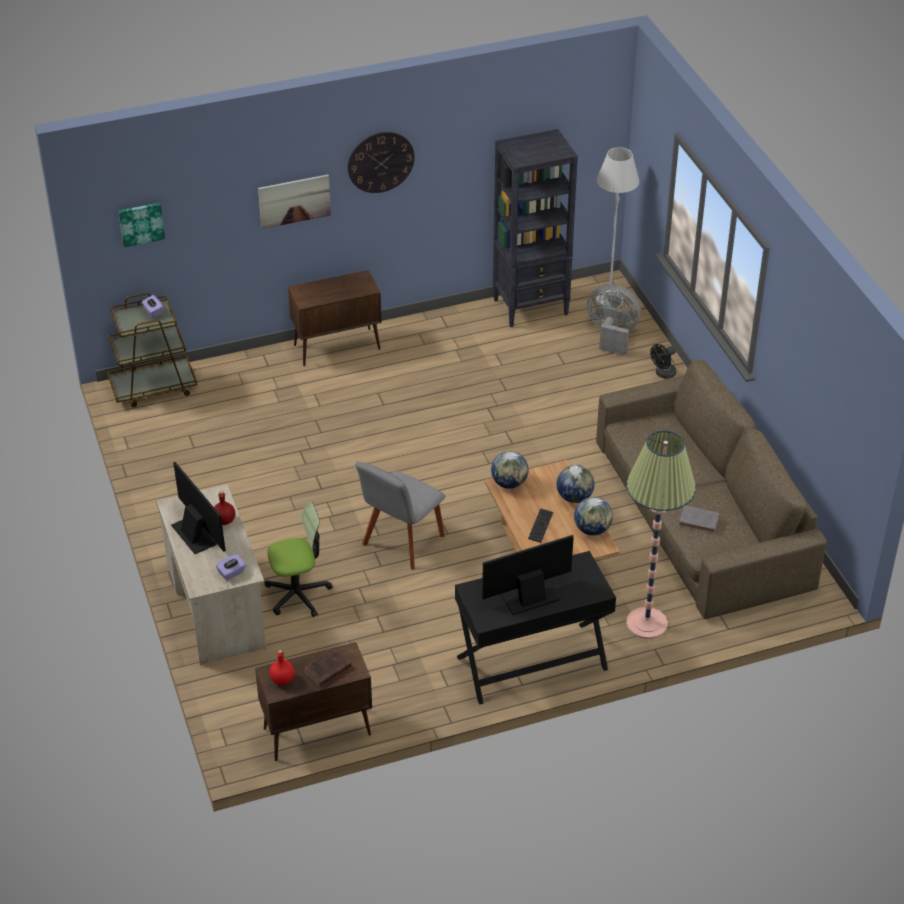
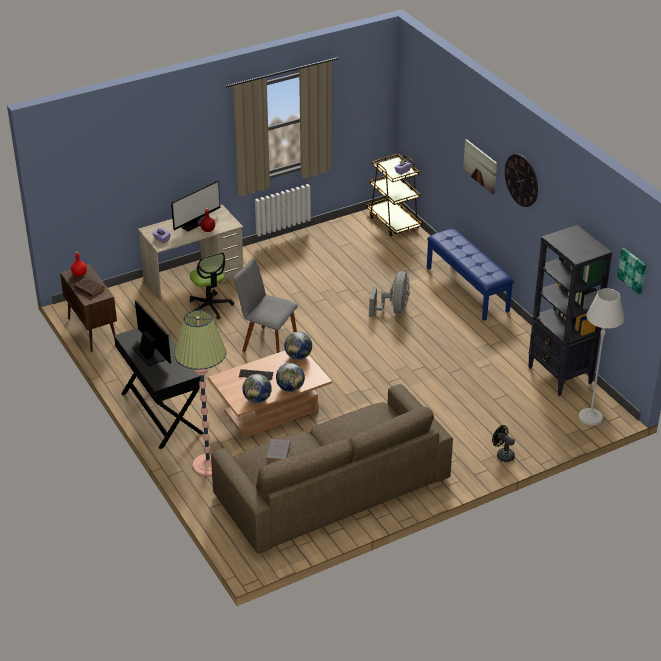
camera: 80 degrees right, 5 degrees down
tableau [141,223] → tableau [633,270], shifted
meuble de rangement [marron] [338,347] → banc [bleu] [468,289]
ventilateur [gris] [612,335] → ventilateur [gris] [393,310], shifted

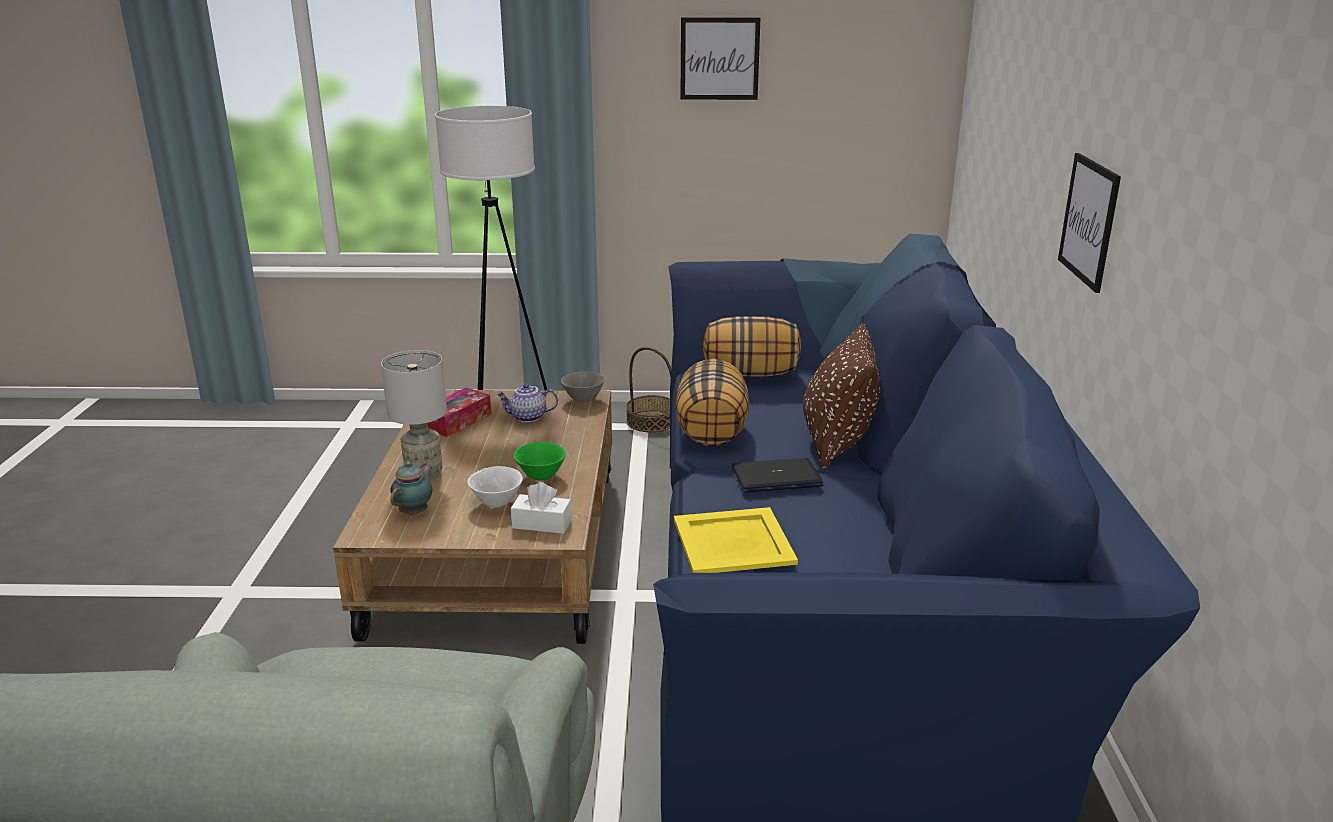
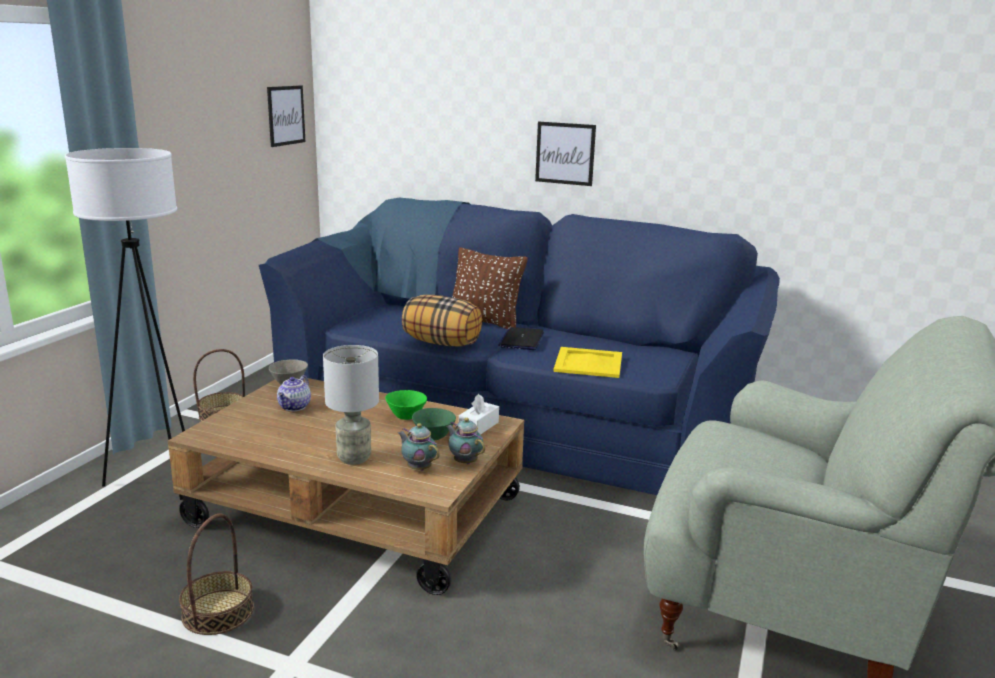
camera: 70 degrees left, 5 degrees down
tableau [719,58] → tableau [286,115], shifted
coussin [750,374] → -
boîte à mouchoirs [457,421] → -
bol [blanc] [497,503] → bol [vert] [434,437]
- → théière [464,461]
- → panier [218,612]

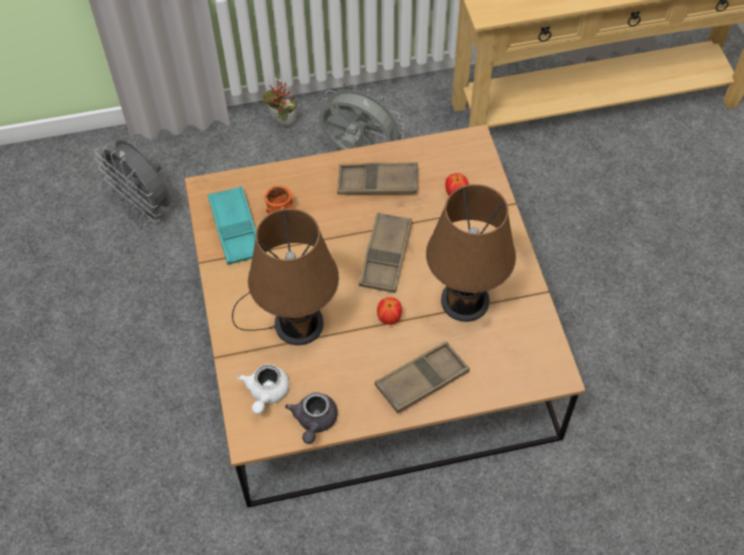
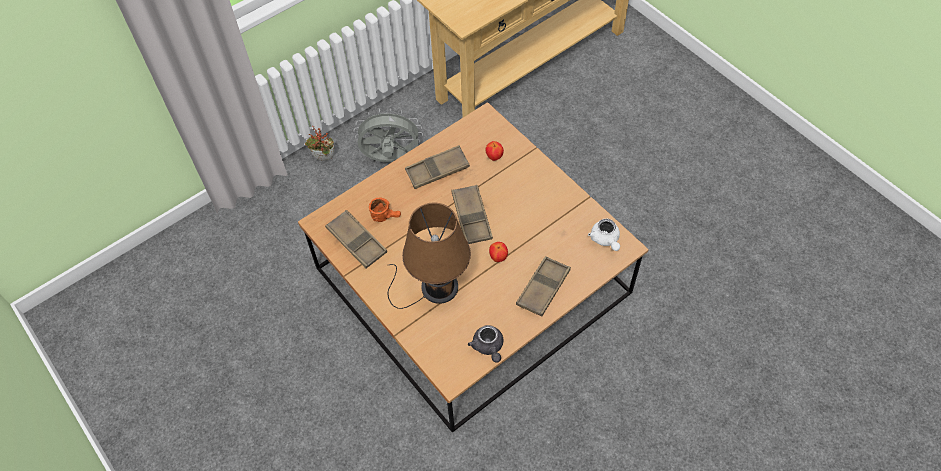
camera: 25 degrees left, 0 degrees up
ventilateur [gris] [145,206] → -
lampe de table [marron] [466,295] → -
plateau [turquoise] [235,229] → plateau [marron] [356,242]
théière [blanc] [266,393] → théière [blanc] [605,240], shifted

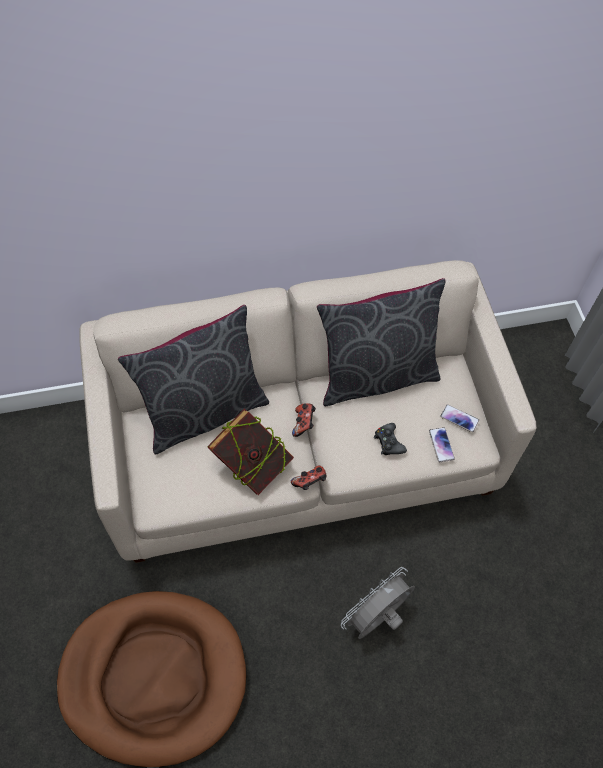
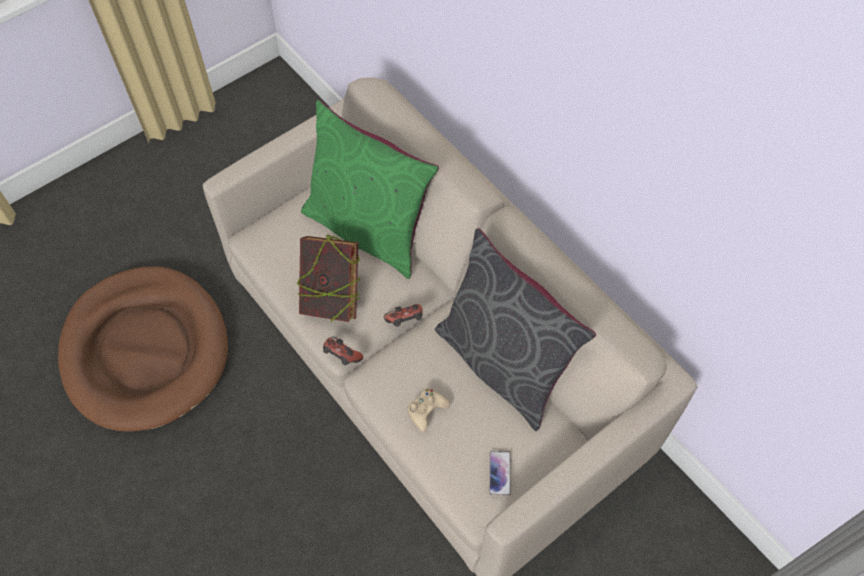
camera: 65 degrees right, 0 degrees up
coussin [gris] [204,411] → coussin [vert] [368,229]
manette [noir] [388,442] → manette [beige] [426,410]
téléphone [441,445] → -
ventilateur [gris] [377,617] → -

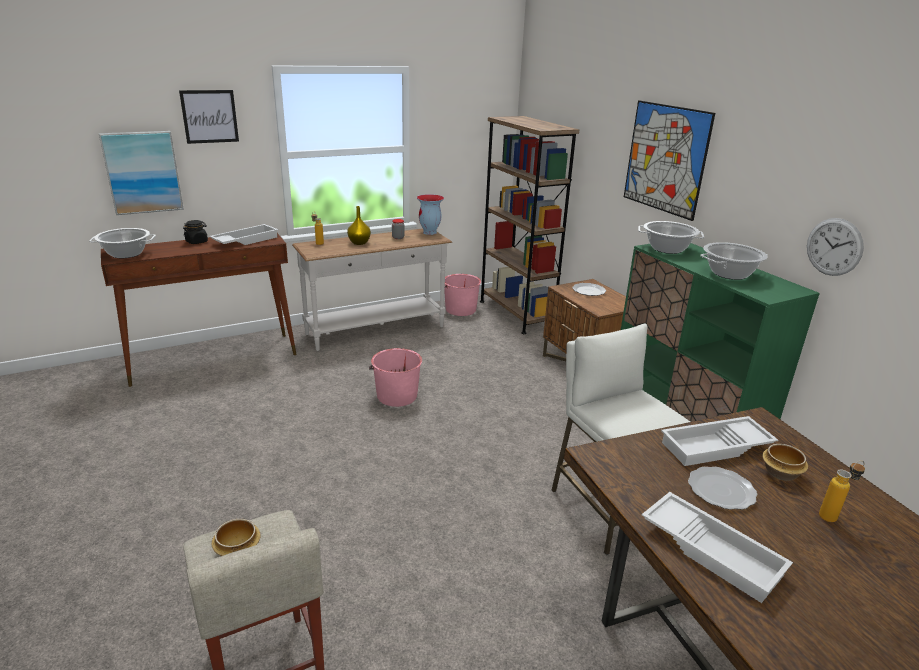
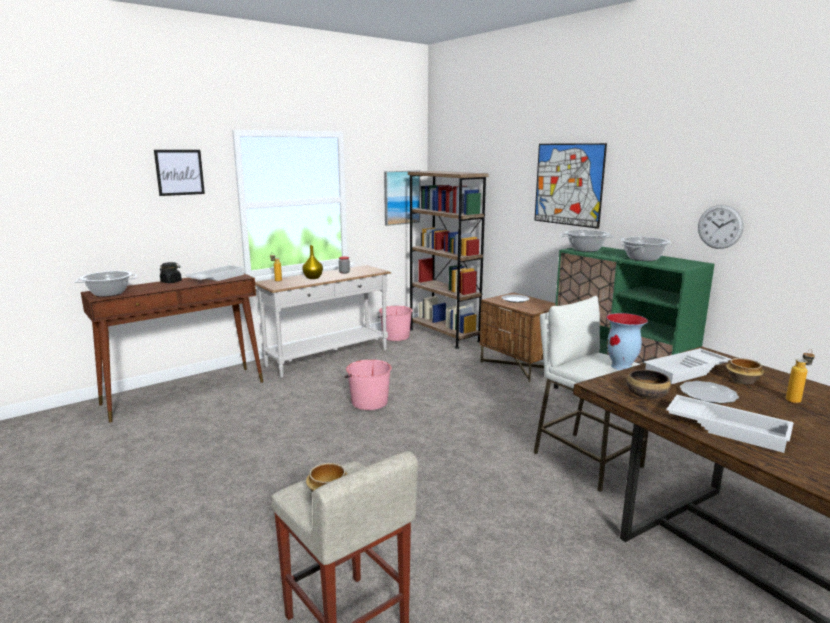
camera: 10 degrees left, 10 degrees down
tableau [142,172] → tableau [401,197], shifted
vase [430,232] → vase [622,367], shifted
- → bol [647,395]

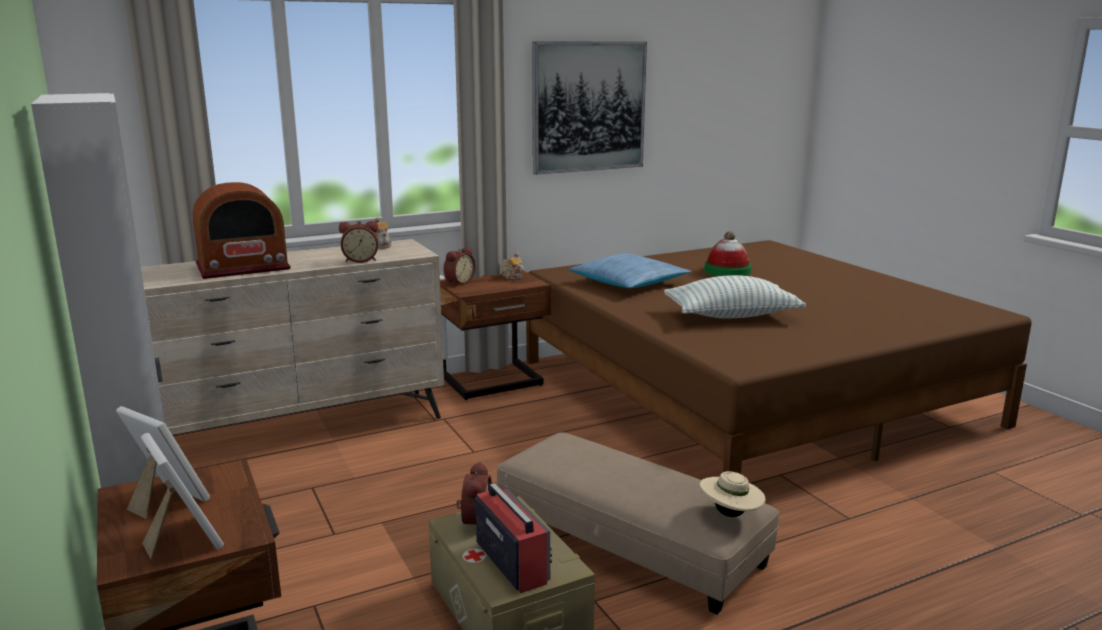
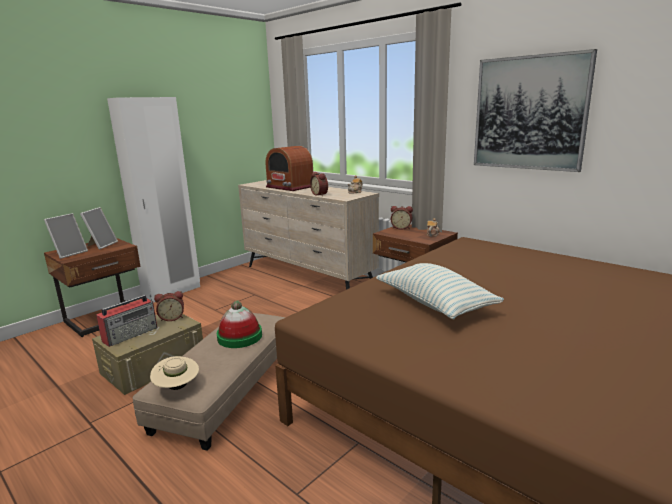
camera: 70 degrees right, 0 degrees up
chapeau [727,271] → chapeau [239,337], shifted
coussin [629,283] → -

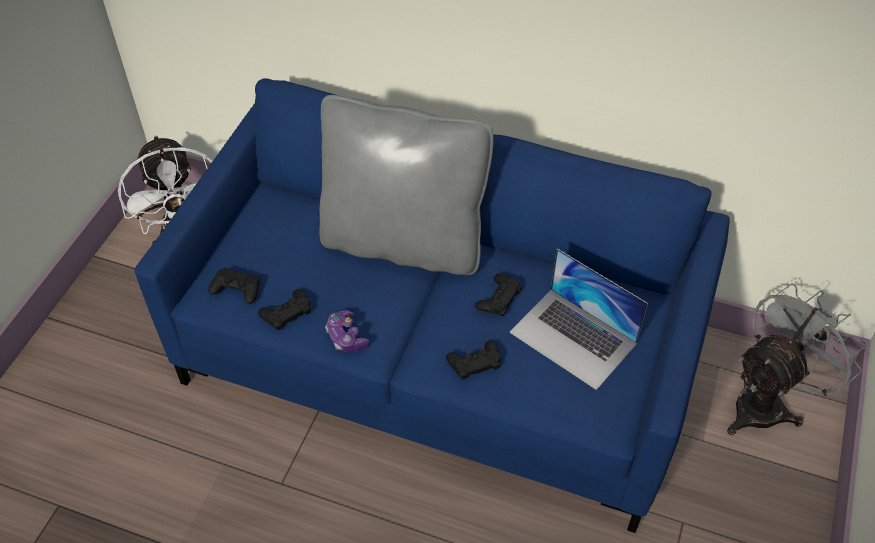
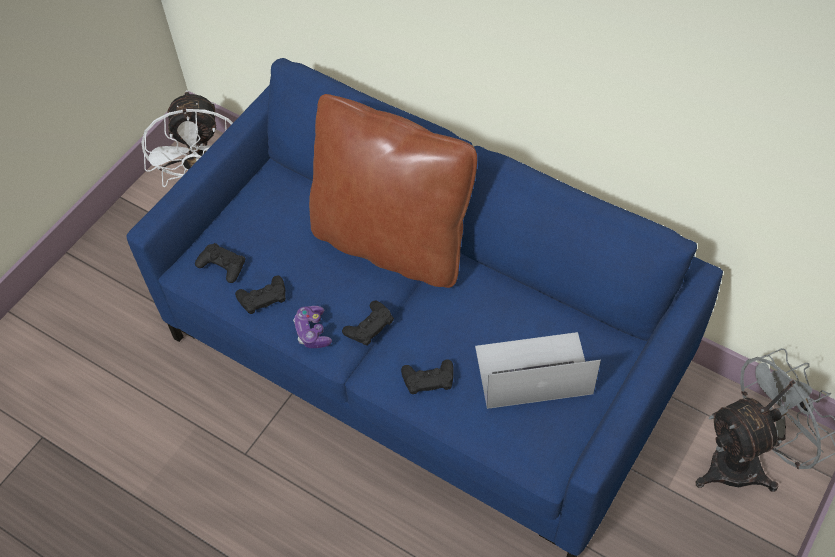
camera: 15 degrees right, 5 degrees up
coussin [gris] [403,241] → coussin [marron] [392,242]
ordinateur portable [573,338] → ordinateur portable [532,370], 120 degrees clockwise
manette [noir] [498,298] → manette [noir] [369,326], shifted

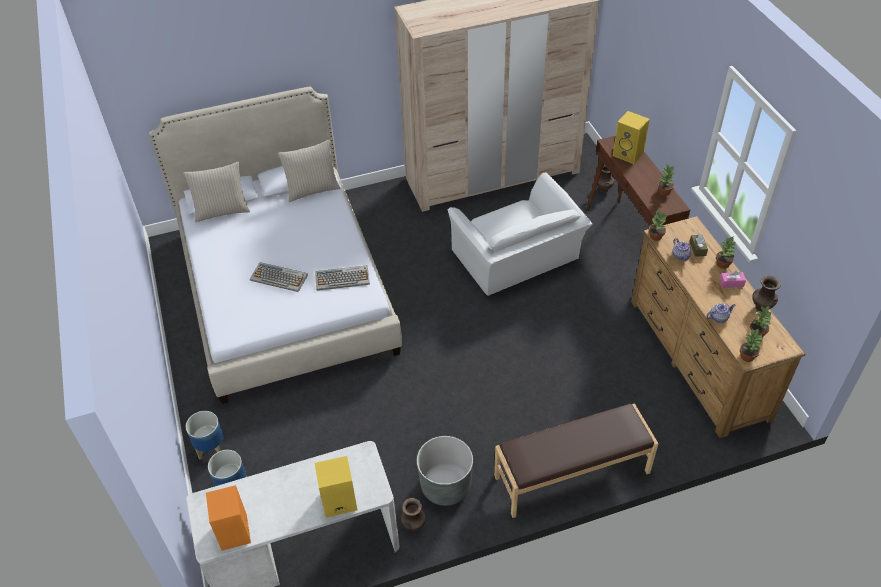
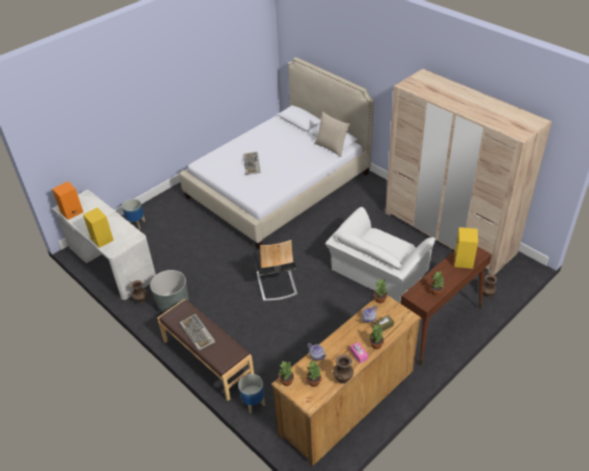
camera: 65 degrees right, 5 degrees down
coussin [beige] [222,211] → -
clavier [343,278] → clavier [197,332], shifted
cache-pot [210,448] → cache-pot [253,403], shifted
- → chaise [276,284]

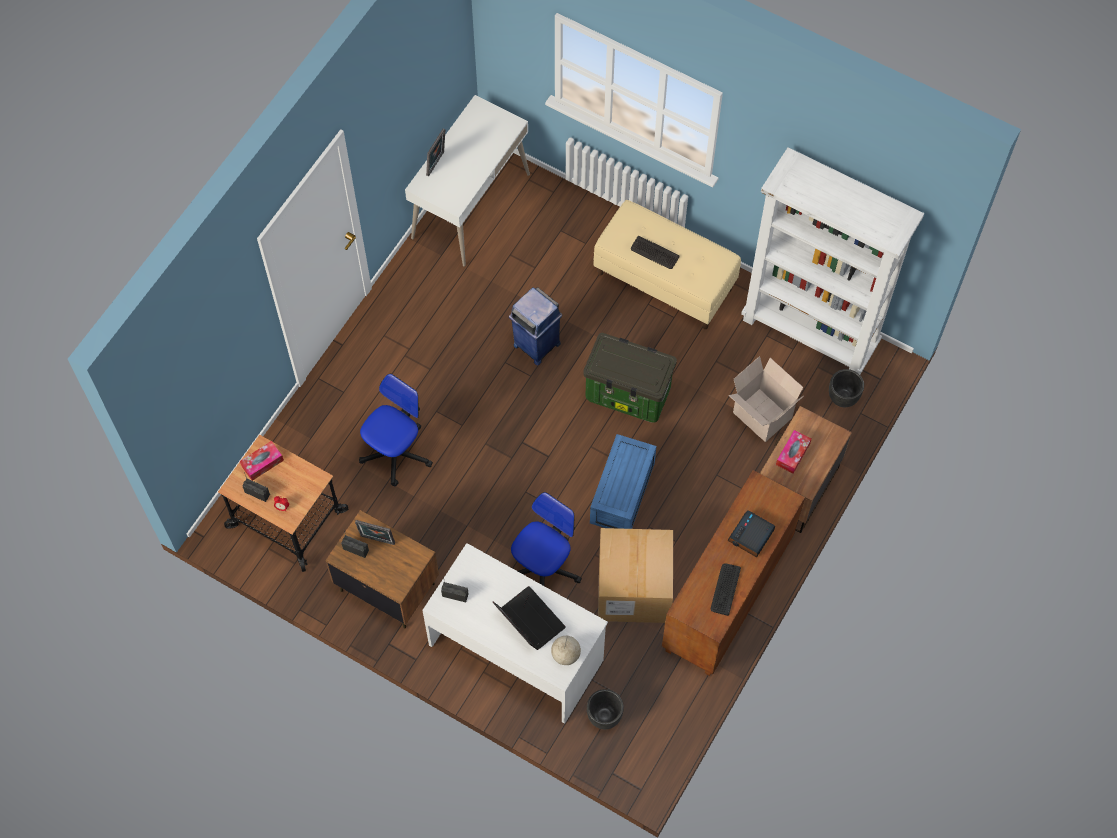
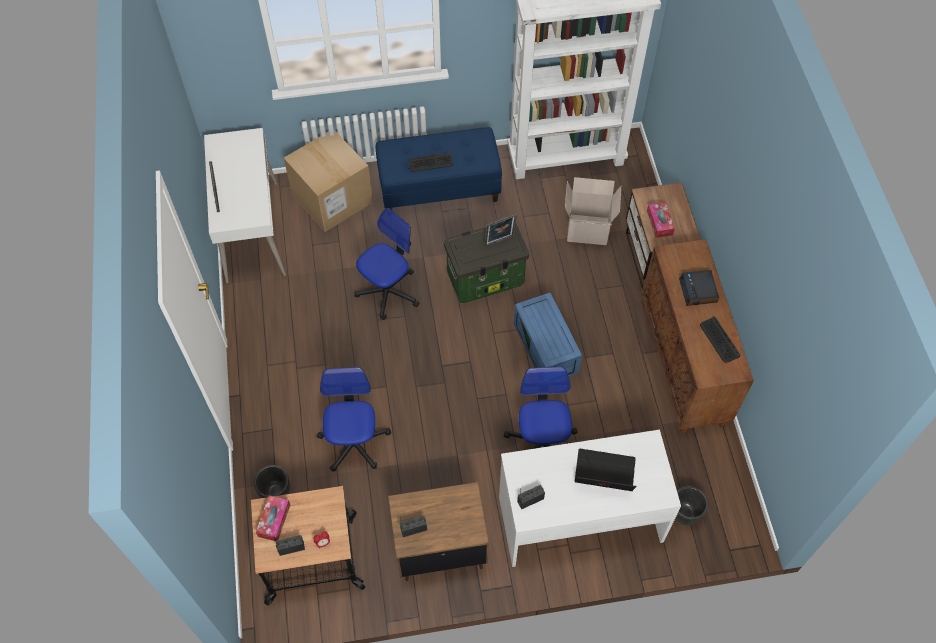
camera: 40 degrees left, 5 degrees down
banc [beige] [665,281] → banc [bleu] [439,189]
poubelle [bleu] [536,344] → chaise de bureau [388,291]
cache-pot [noir] [842,397] → cache-pot [noir] [275,492], shifted
cadre photo [377,541] → cadre photo [499,242], shifted
carton [633,588] → carton [332,198], shifted
globe [566,654] → -

